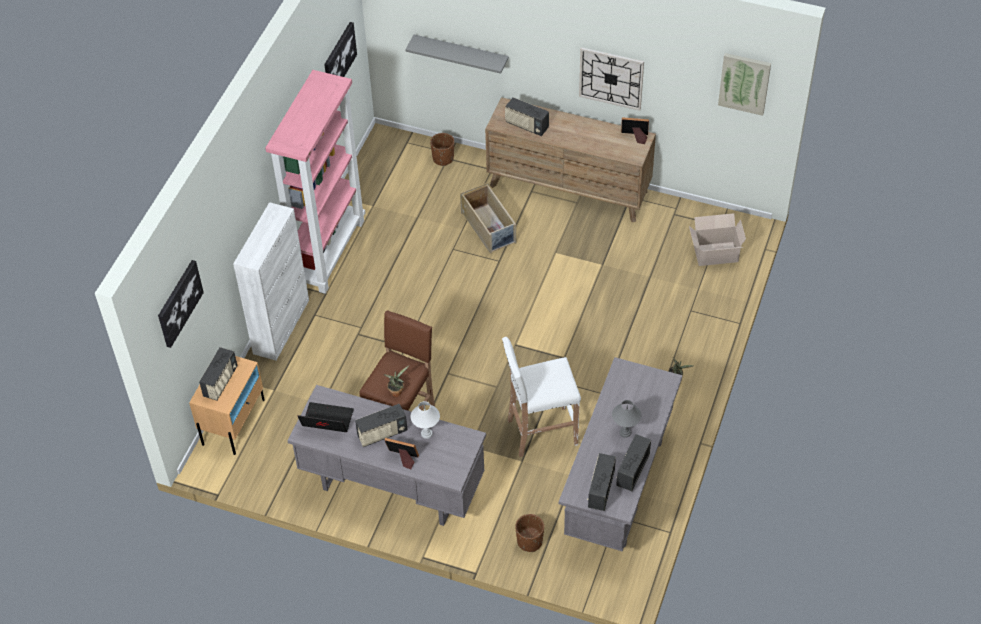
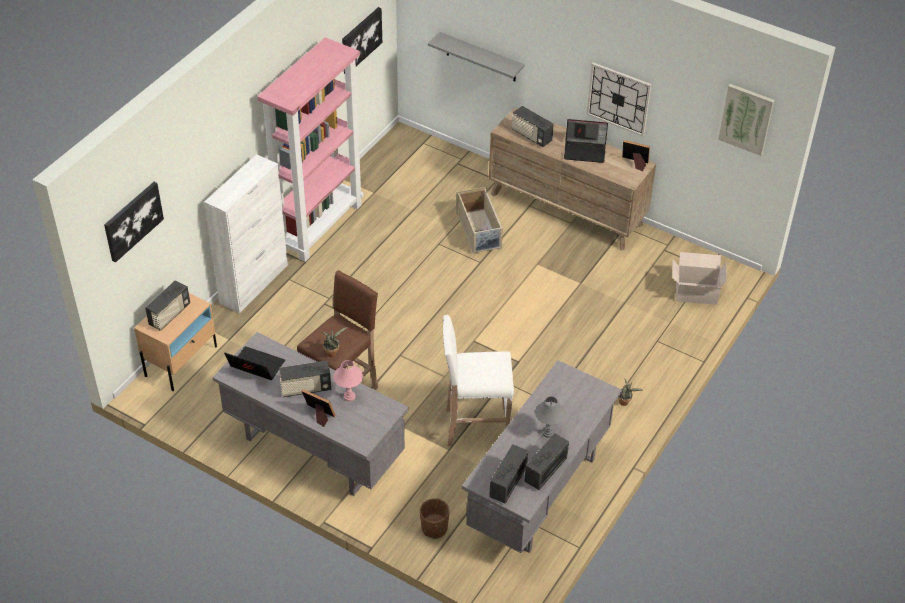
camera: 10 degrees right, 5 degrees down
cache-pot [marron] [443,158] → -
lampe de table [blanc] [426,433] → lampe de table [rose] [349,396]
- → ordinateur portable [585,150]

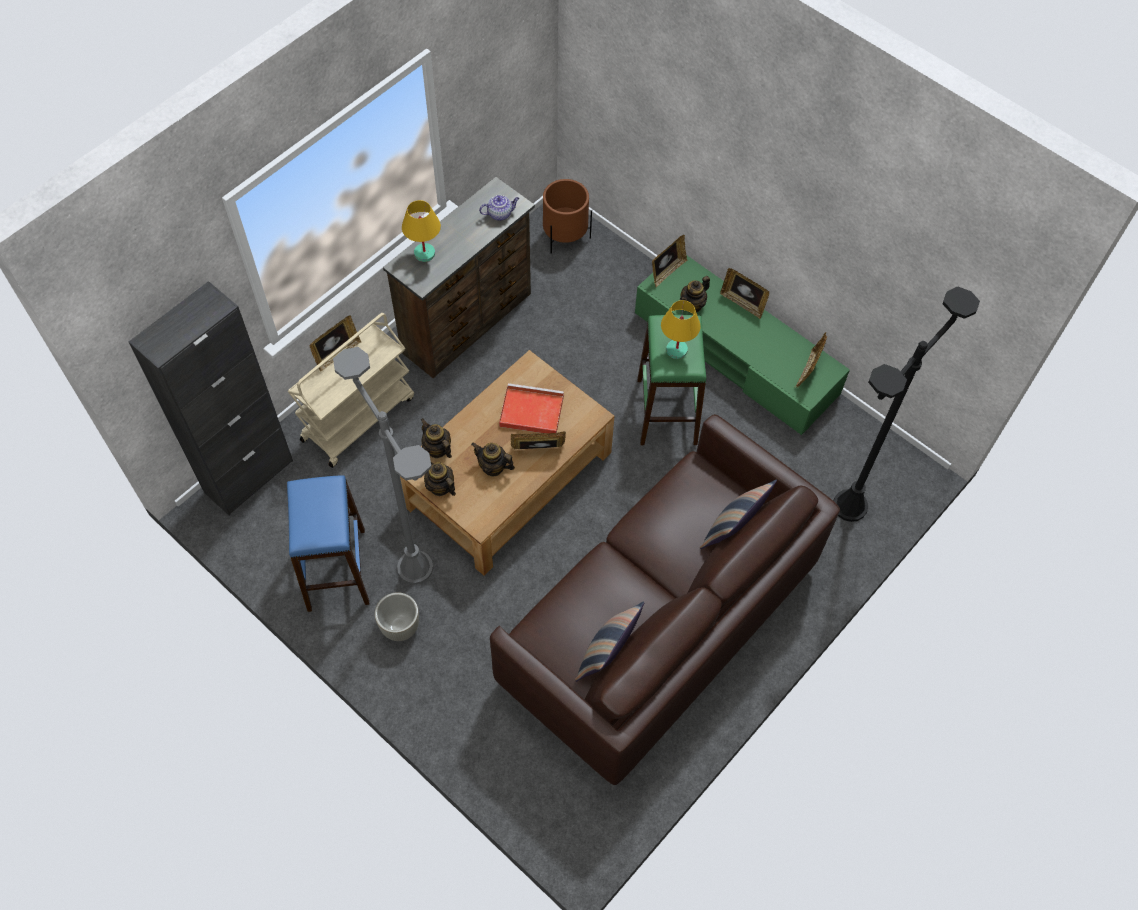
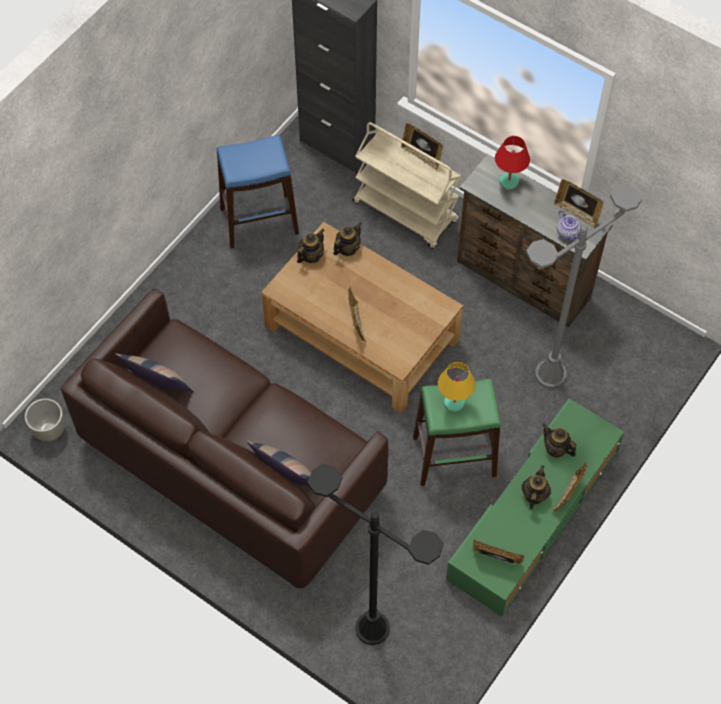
camera: 85 degrees right, 0 degrees up
cache-pot [marron] [565,236] → -
lampe de table [jaune] [425,253] → lampe de table [rouge] [509,182]
cadre photo [667,271] → cadre photo [577,213], shifted
lampadaire [gris] [415,568] → lampadaire [gris] [550,374], shifted
plateau [rouge] [530,411] → -
théière [493,467] → théière [534,495], shifted
cache-pot [gris] [400,628] → cache-pot [gris] [49,430], shifted

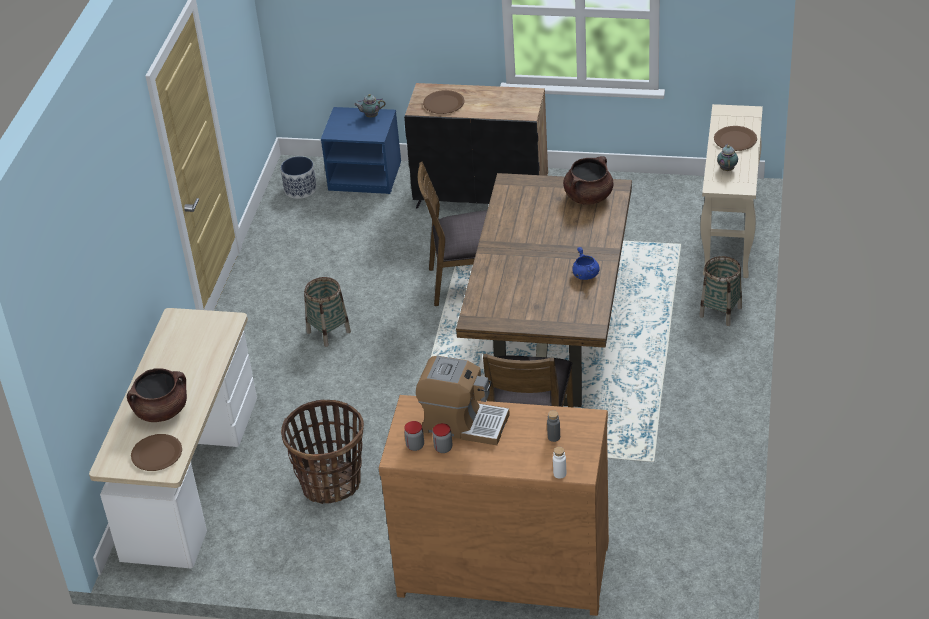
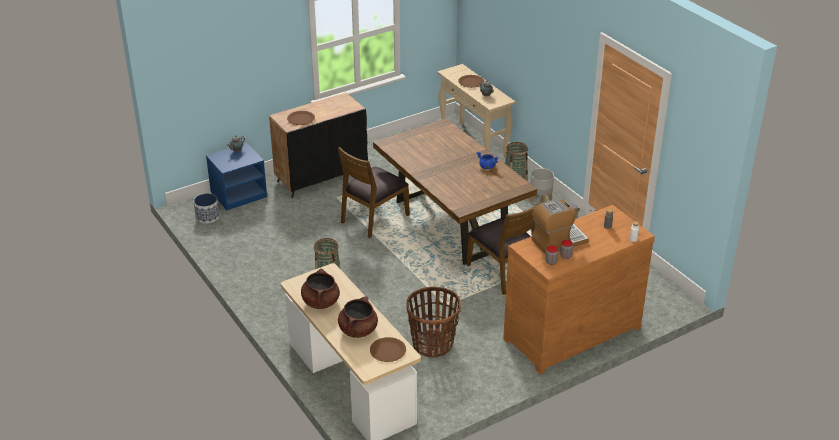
camera: 45 degrees left, 5 degrees down
marmite [marron] [588,197] → marmite [marron] [320,302], shifted
- → cache-pot [gris] [540,200]

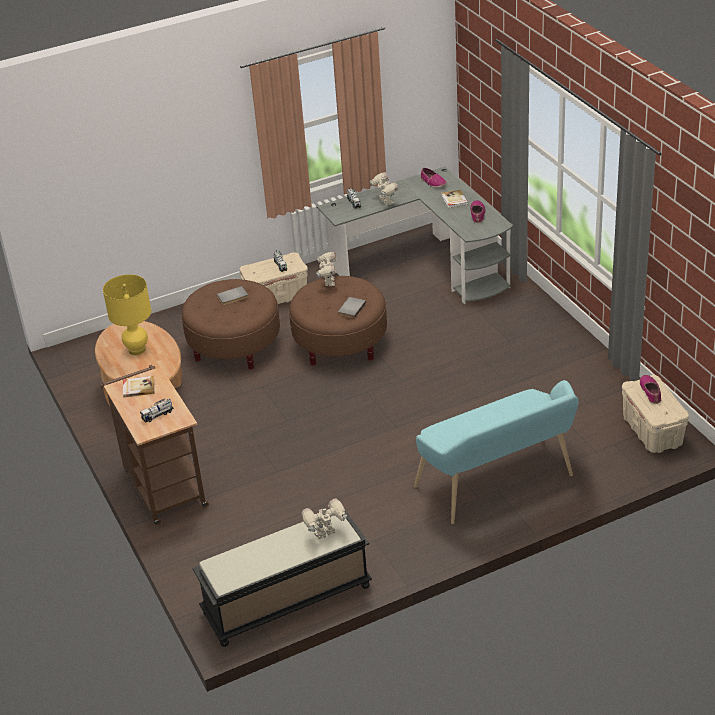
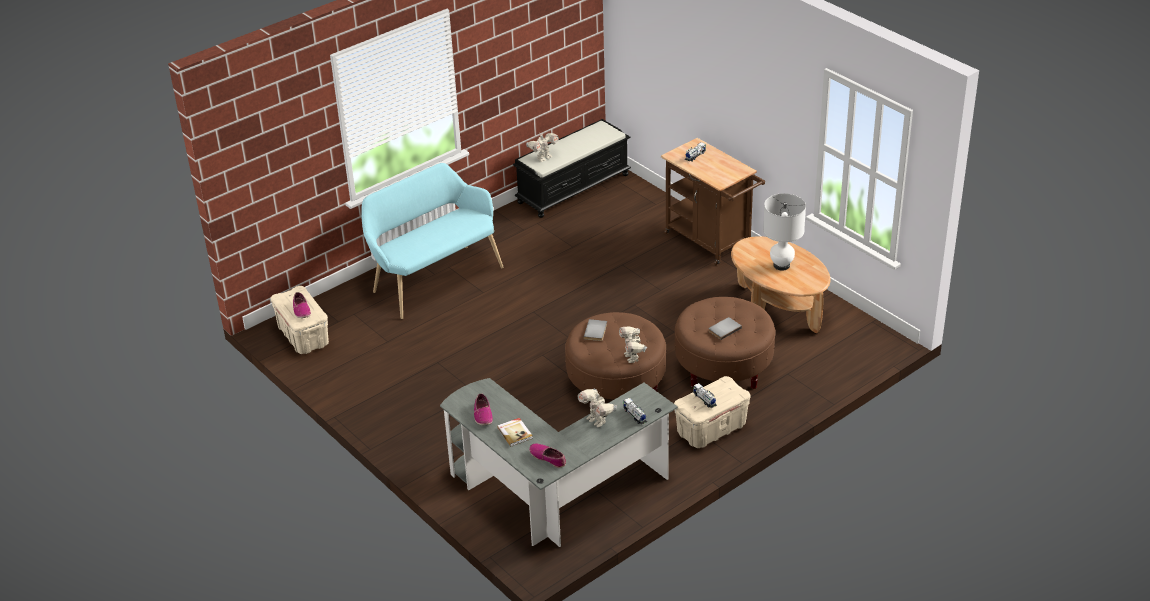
camera: 165 degrees right, 0 degrees up
lampe de table [jaune] [137,350] → lampe de table [blanc] [781,265]
livre [138,388] → -

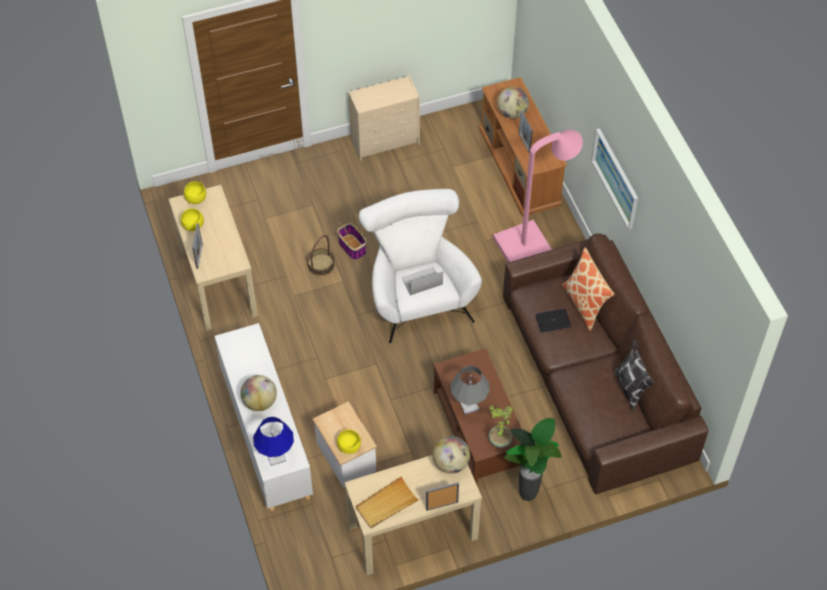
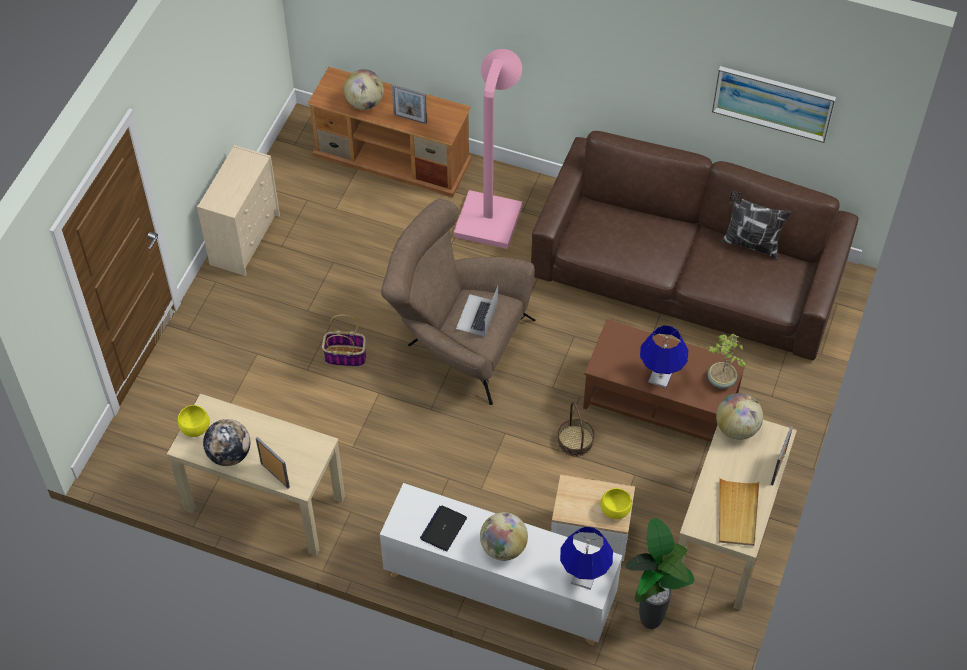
camera: 50 degrees left, 0 degrees up
tableau [616,178] → tableau [773,102], shifted
fauteuil [blanc] [417,294] → fauteuil [marron] [457,342]
bol [jaune] [193,226] → globe [229,454]
panier [321,264] → panier [575,440], shifted
coussin [585,304] → -
ordinateur portable [553,321] → ordinateur portable [443,528], shifted
lampe de table [gris] [469,406] → lampe de table [bleu] [660,378]
plante en pot [529,495] → plante en pot [650,620], shifted

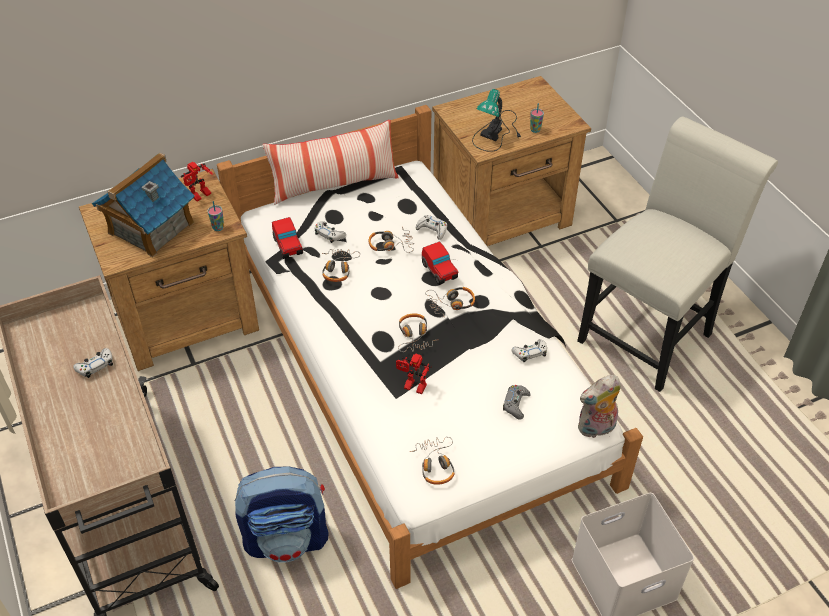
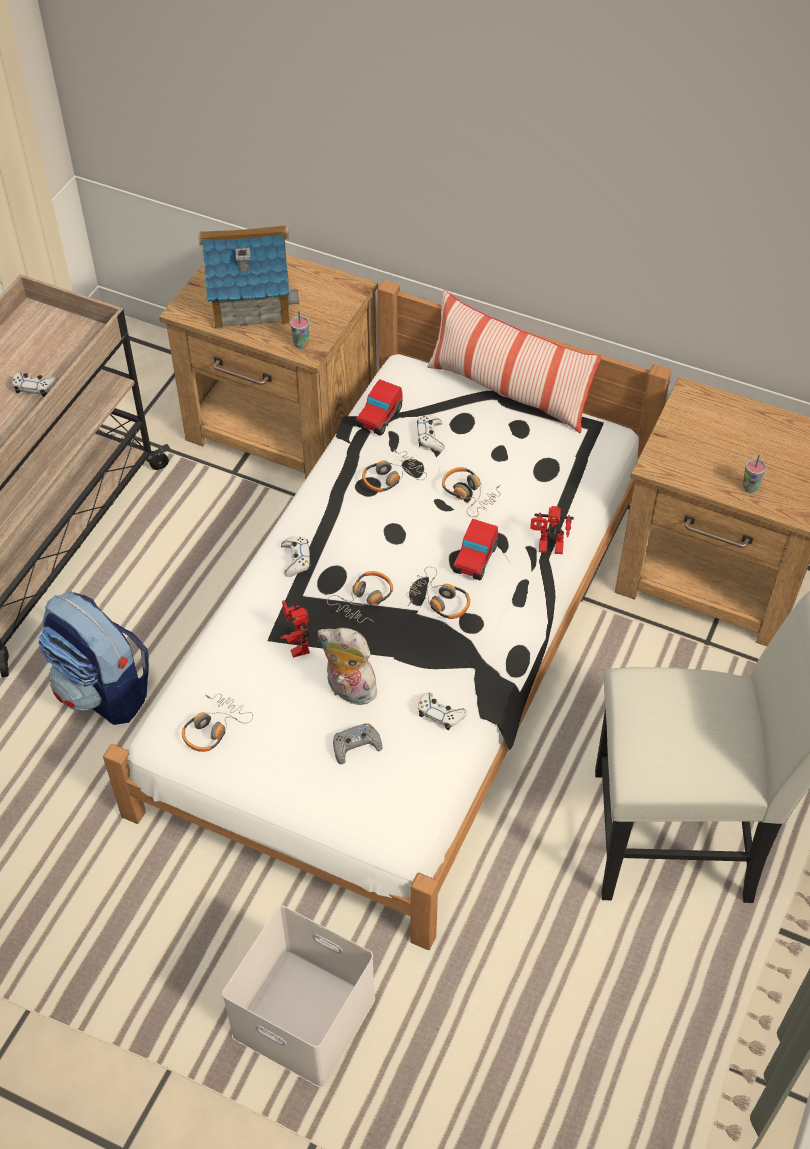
camera: 50 degrees right, 5 degrees up
lampe de table [497,132] → -
robot jouet [201,196] → robot jouet [548,549], shifted
manette [blanc] [432,230] → manette [blanc] [296,559], shifted
peluche [596,429] → peluche [348,691], shifted

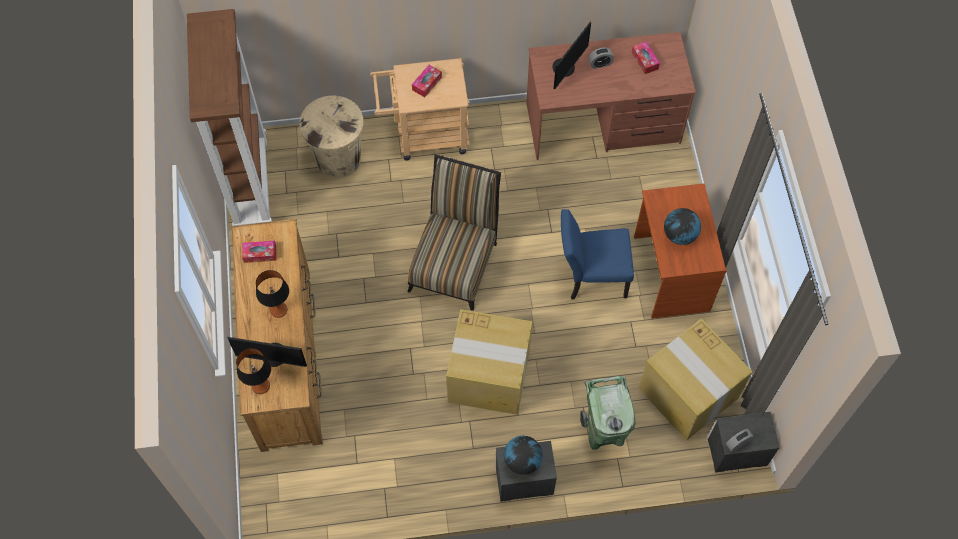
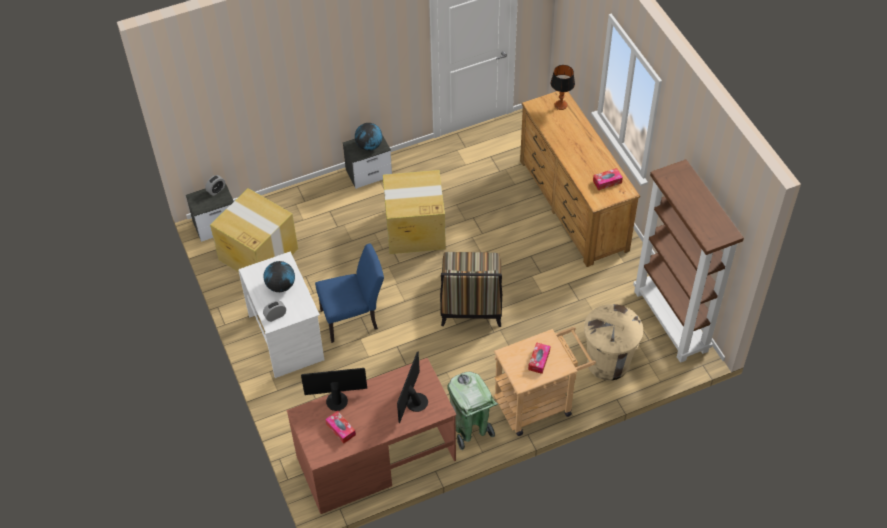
camera: 165 degrees right, 10 degrees down
réveil [600,64] → réveil [275,316], shifted
bureau [marron] [670,273] → bureau [blanc] [287,337]
lampe de table [278,310] → -
écran d'ordinateur [273,358] → écran d'ordinateur [336,399], shifted
poubelle [vert] [604,432] → poubelle [vert] [470,429], shifted

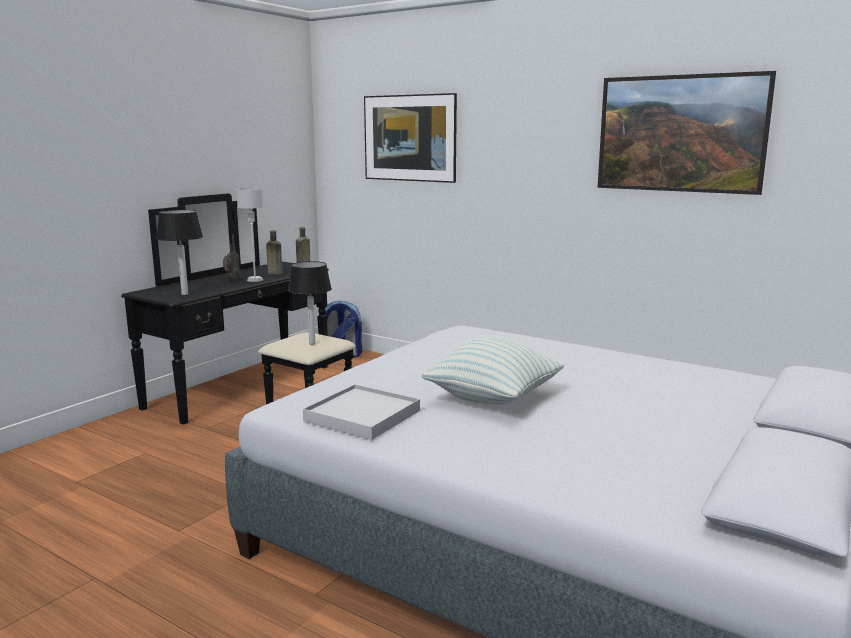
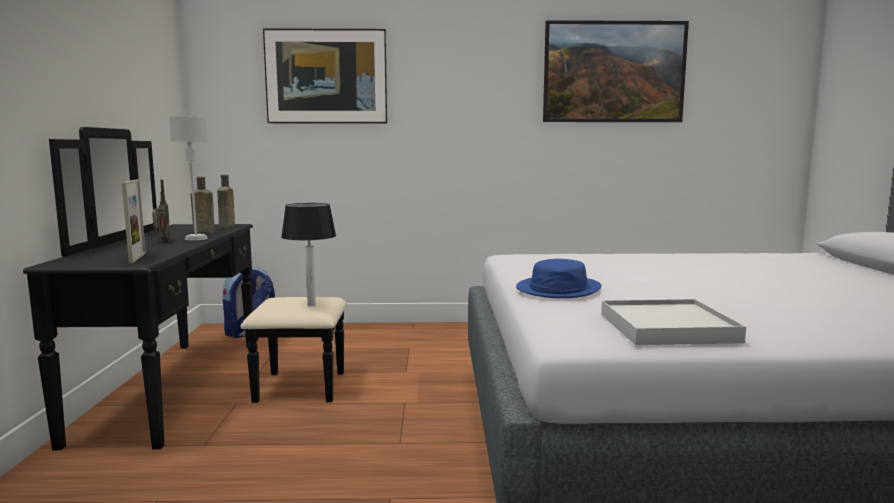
camera: 35 degrees left, 5 degrees down
lampe de table [184,294] → cadre photo [137,258]
coussin [493,399] → -
- → chapeau [bleu] [558,289]

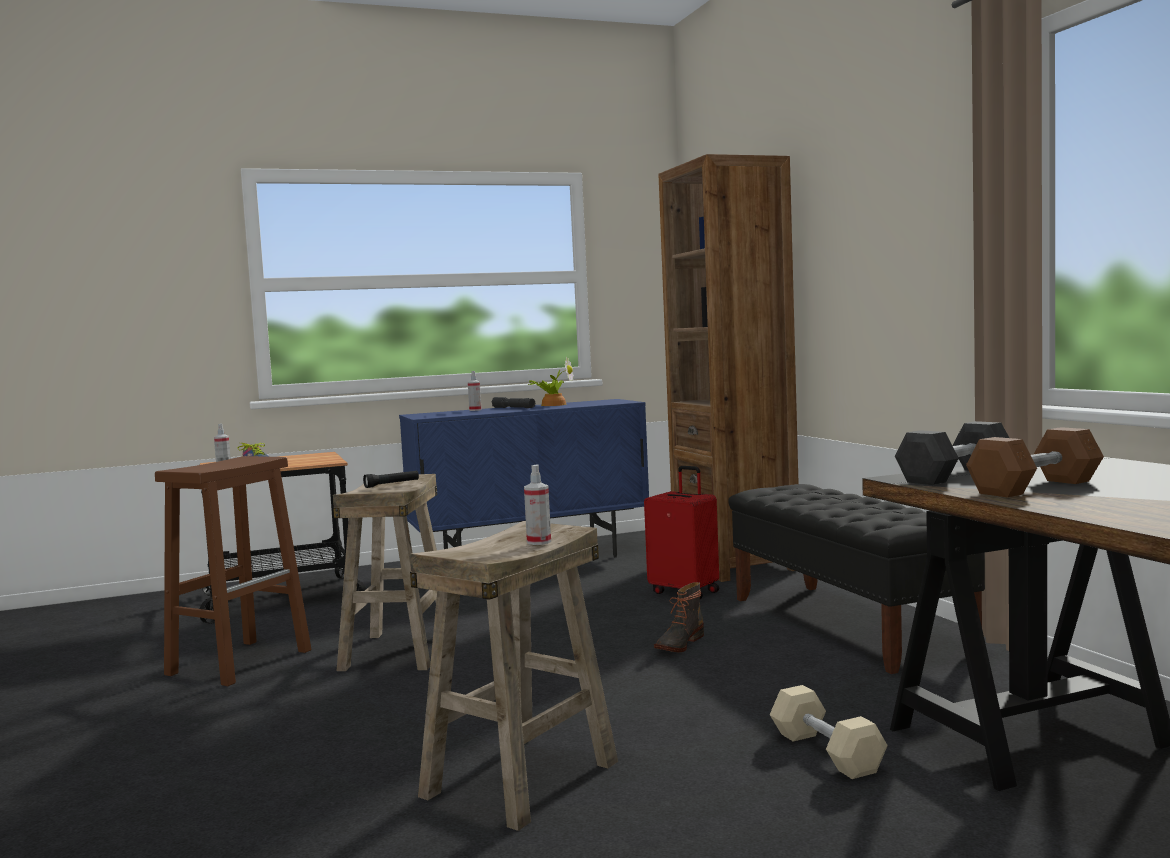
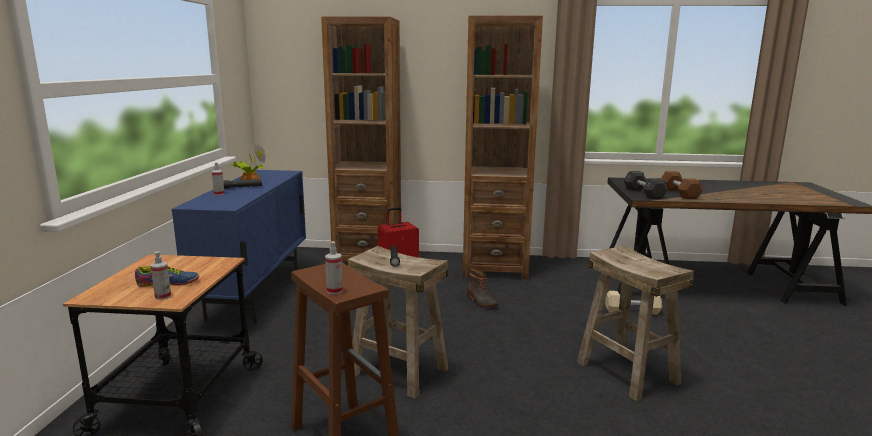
camera: 65 degrees left, 10 degrees up
vaporisateur [539,542] → vaporisateur [334,291], shifted
banc [noir] [846,625] → bibliothèque [marron] [494,268]

